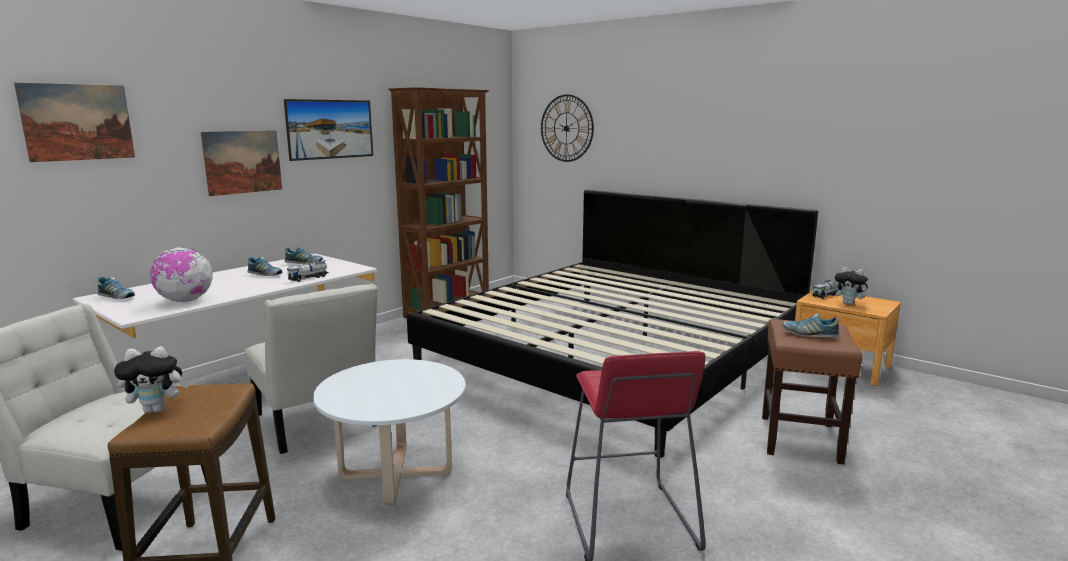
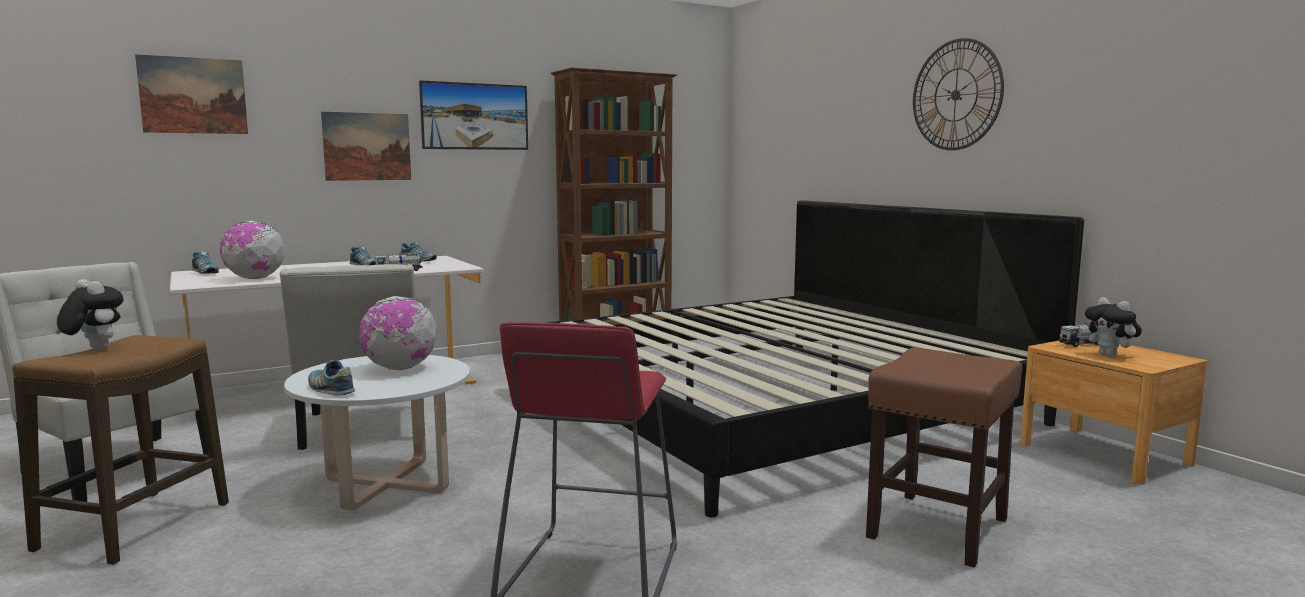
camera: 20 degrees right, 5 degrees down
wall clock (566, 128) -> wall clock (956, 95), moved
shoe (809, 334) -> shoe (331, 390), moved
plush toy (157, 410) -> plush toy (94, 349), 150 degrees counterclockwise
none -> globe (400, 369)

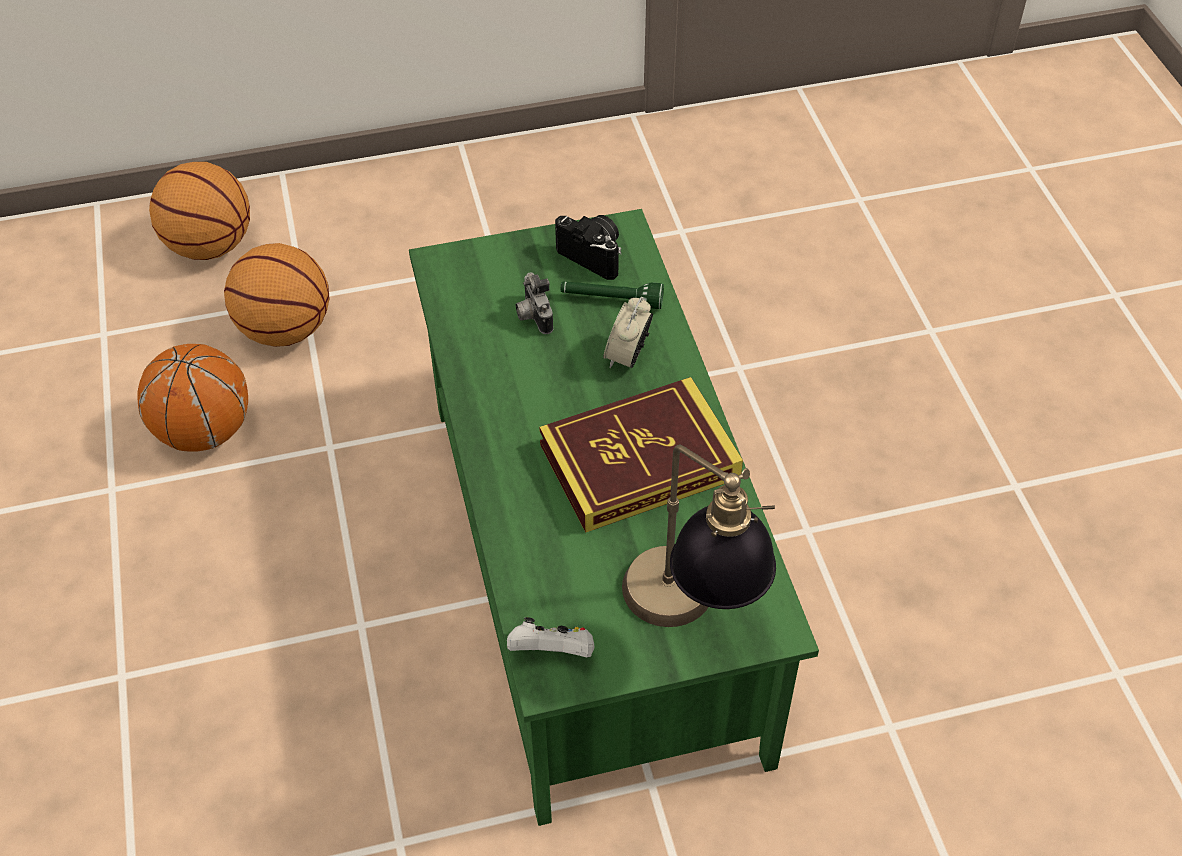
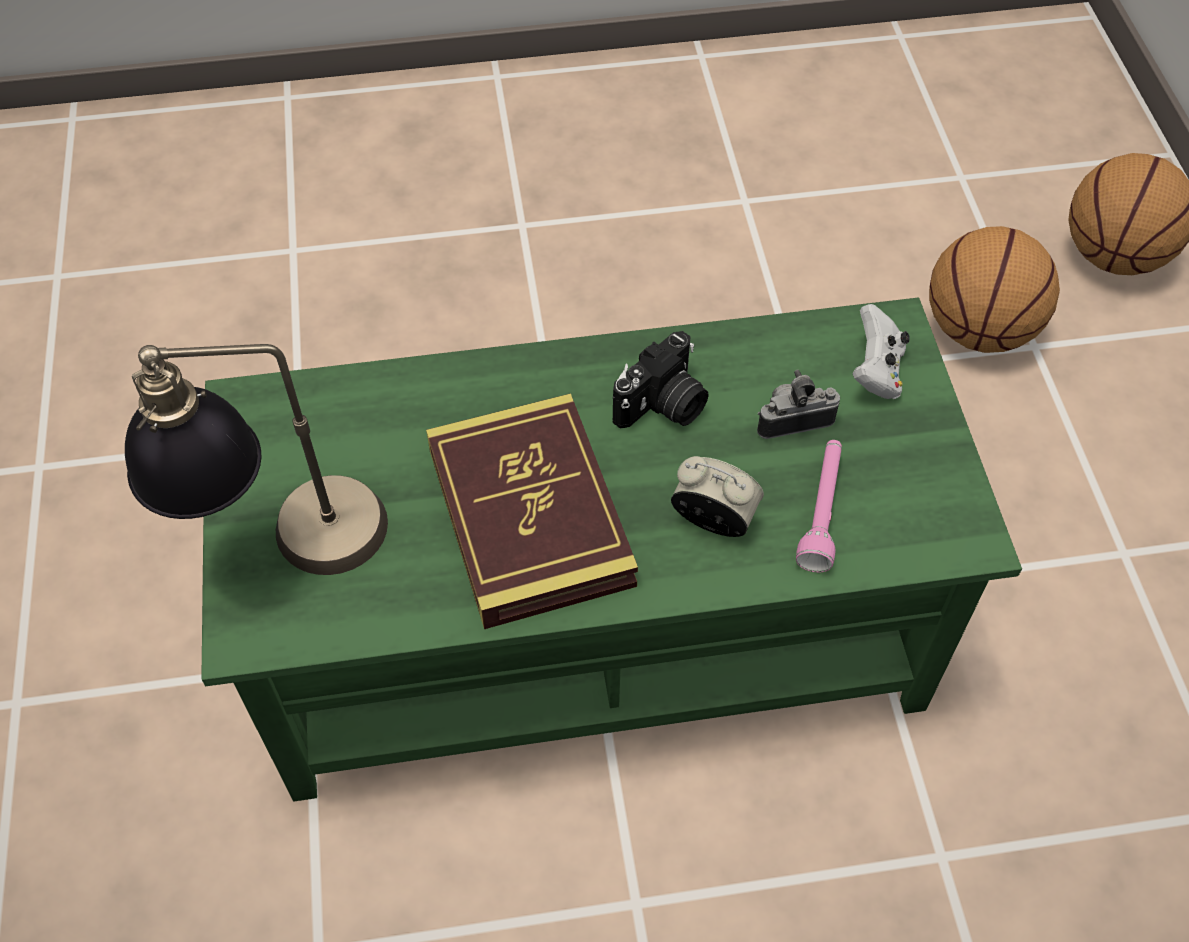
camera: 95 degrees right, 5 degrees up
photo camera (594, 255) -> photo camera (663, 406), moved
flashlight (green) (611, 300) -> flashlight (pink) (822, 511)
basketball (204, 432) -> none
game controller (white) (552, 652) -> game controller (white) (876, 372), moved

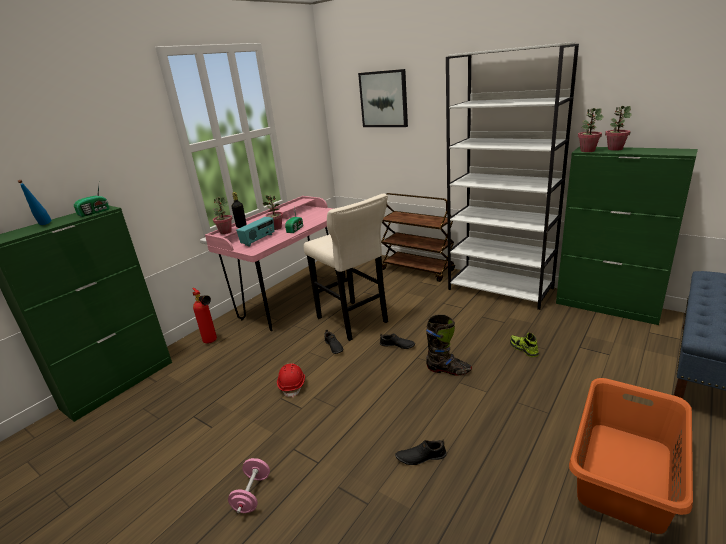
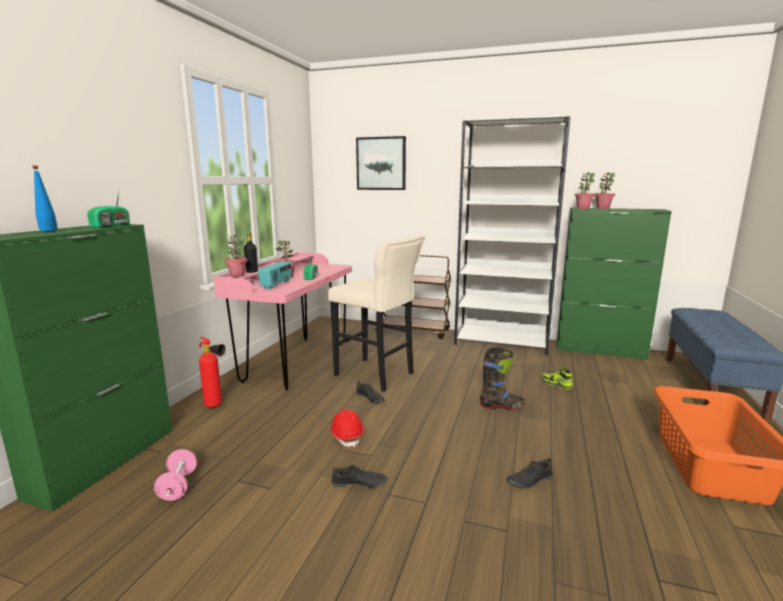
camera: 20 degrees left, 10 degrees down
shoe (black) (397, 345) -> shoe (black) (358, 483), moved
dumbbell (pink) (252, 494) -> dumbbell (pink) (178, 486), moved

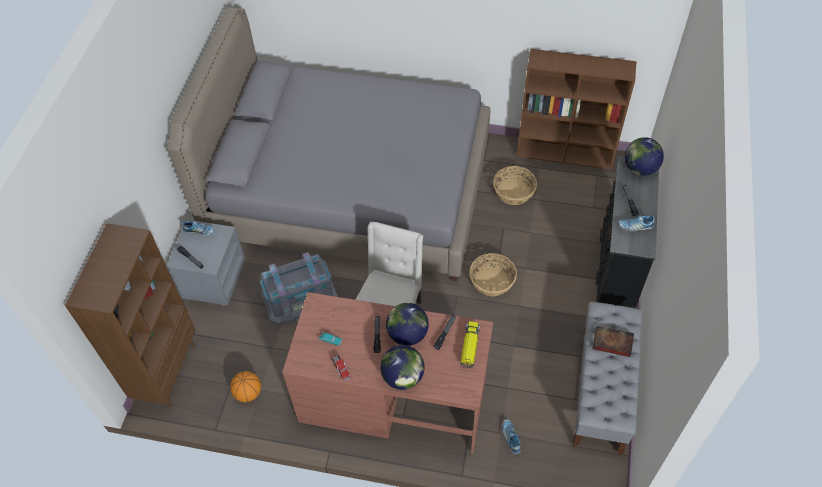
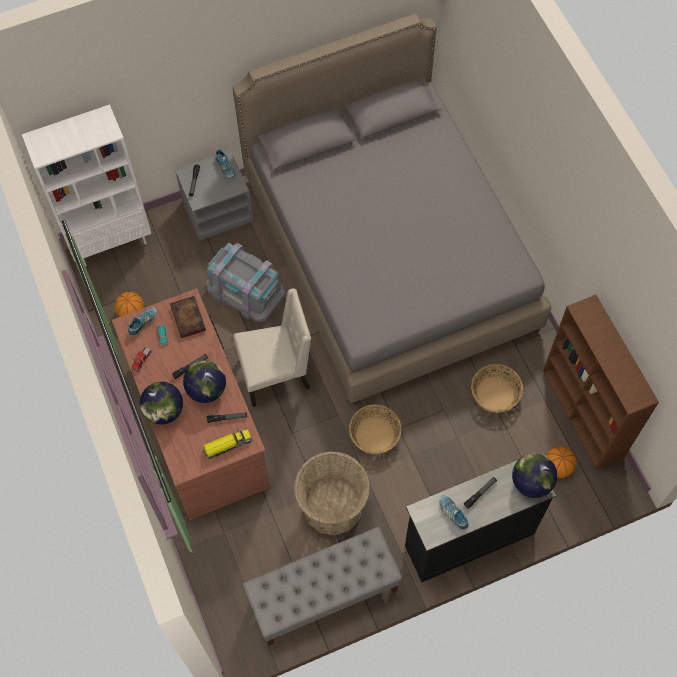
camera: 55 degrees right, 10 degrees up
bookcase (brown) (167, 371) -> bookcase (white) (111, 241)
book (611, 342) -> book (187, 317), moved
shoe (510, 437) -> shoe (143, 323), moved
none -> basketball (557, 467)
none -> basket (332, 506)

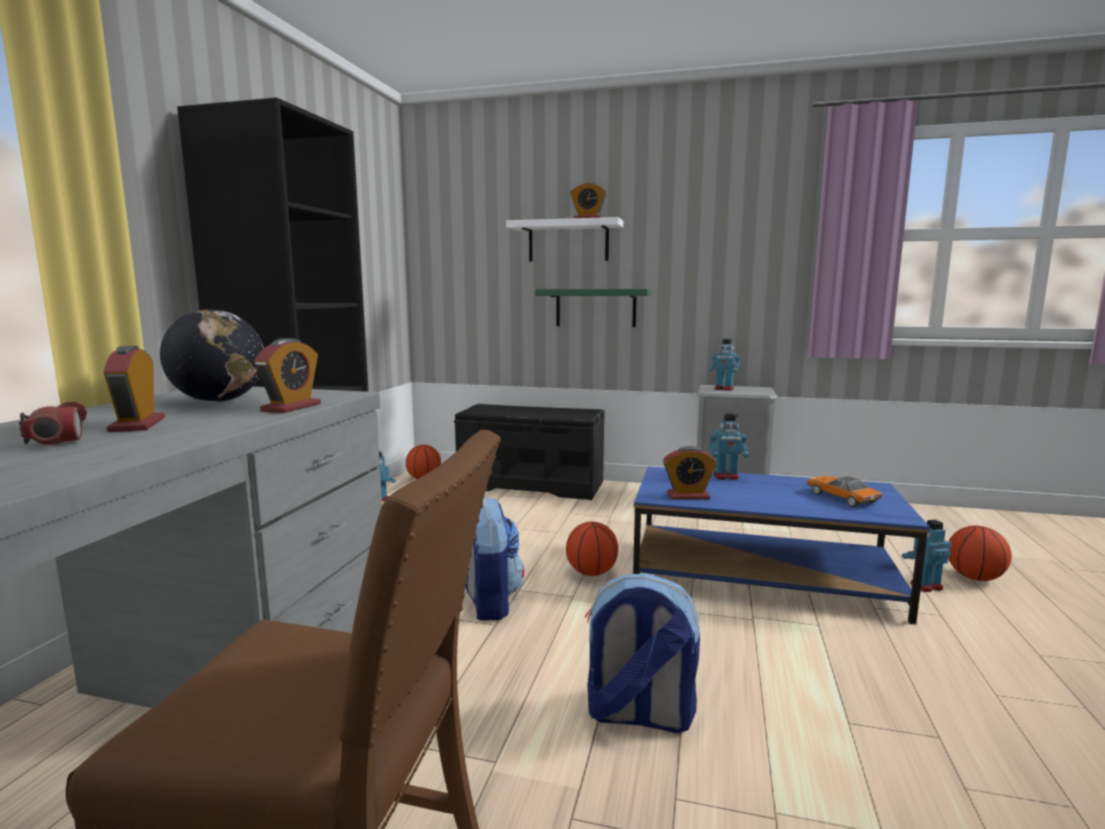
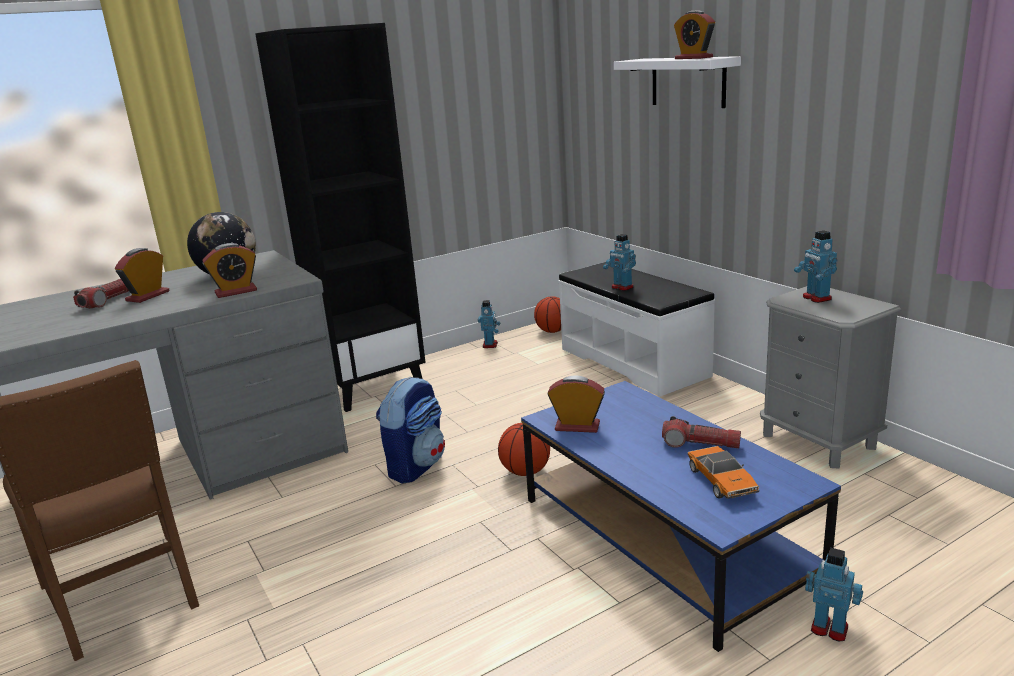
camera: 45 degrees right, 10 degrees up
shelf (green) (595, 307) -> none
bench (black) (531, 484) -> bench (white) (634, 362)
toy robot (726, 476) -> toy robot (622, 287), moved
alarm clock (688, 496) -> alarm clock (577, 426), 150 degrees clockwise
toy car (841, 497) -> toy car (722, 481), 150 degrees clockwise
basketball (974, 578) -> none
backpack (638, 715) -> none
none -> flashlight (700, 444)

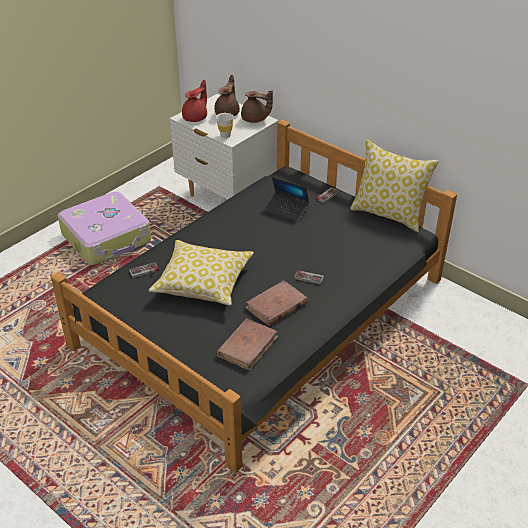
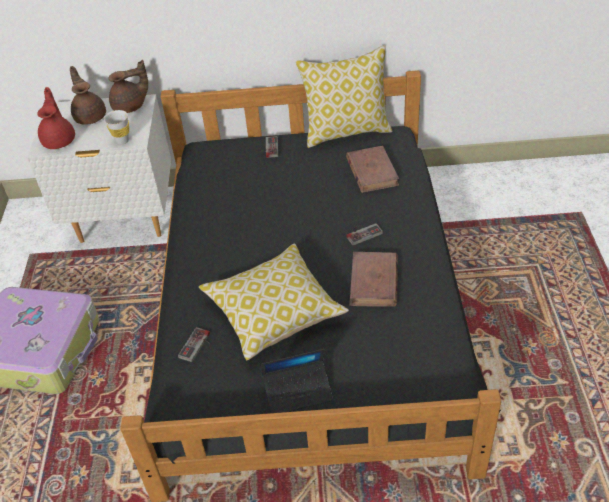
camera: 40 degrees left, 5 degrees up
laptop (287, 210) -> laptop (298, 392), moved
book (brown) (247, 346) -> book (brown) (372, 171), moved

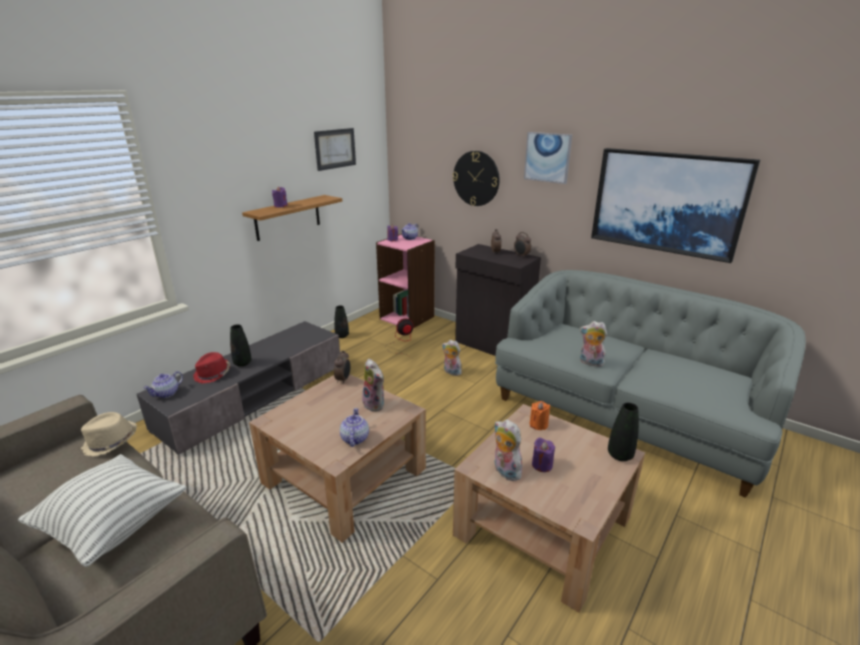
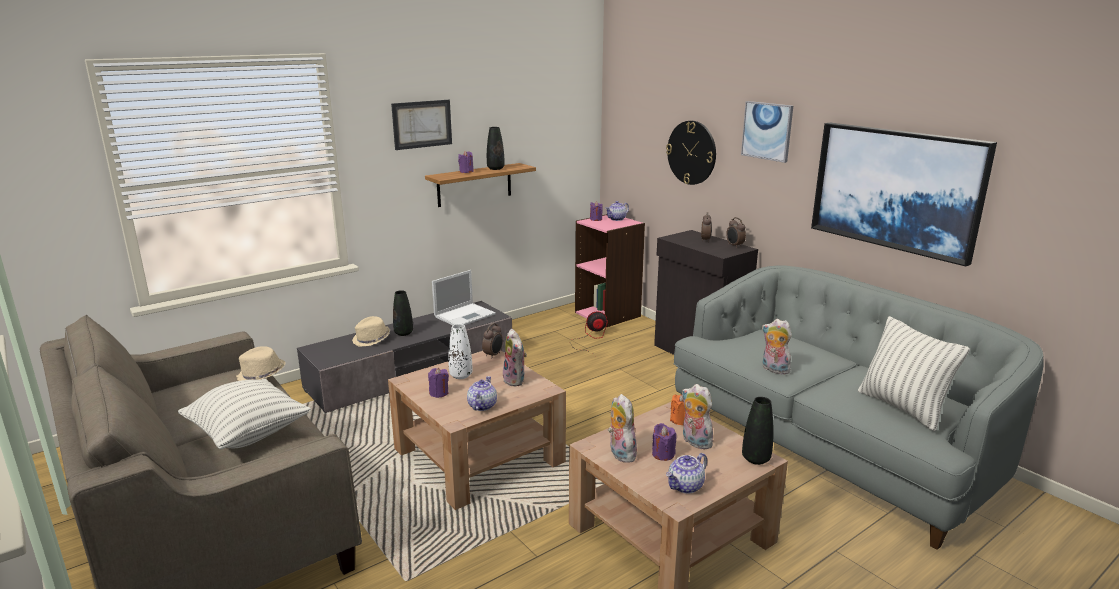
camera: 15 degrees right, 5 degrees down
picture (335, 149) -> picture (422, 124), moved
vase (black) (342, 336) -> vase (black) (495, 168), moved
plush toy (451, 372) -> plush toy (694, 442), moved
hat (red) (213, 374) -> hat (beige) (372, 340)
teapot (166, 393) -> teapot (685, 486), moved
none -> laptop (465, 315)
none -> pillow (902, 408)
none -> vase (white) (461, 375)
none -> candle (purple) (439, 393)

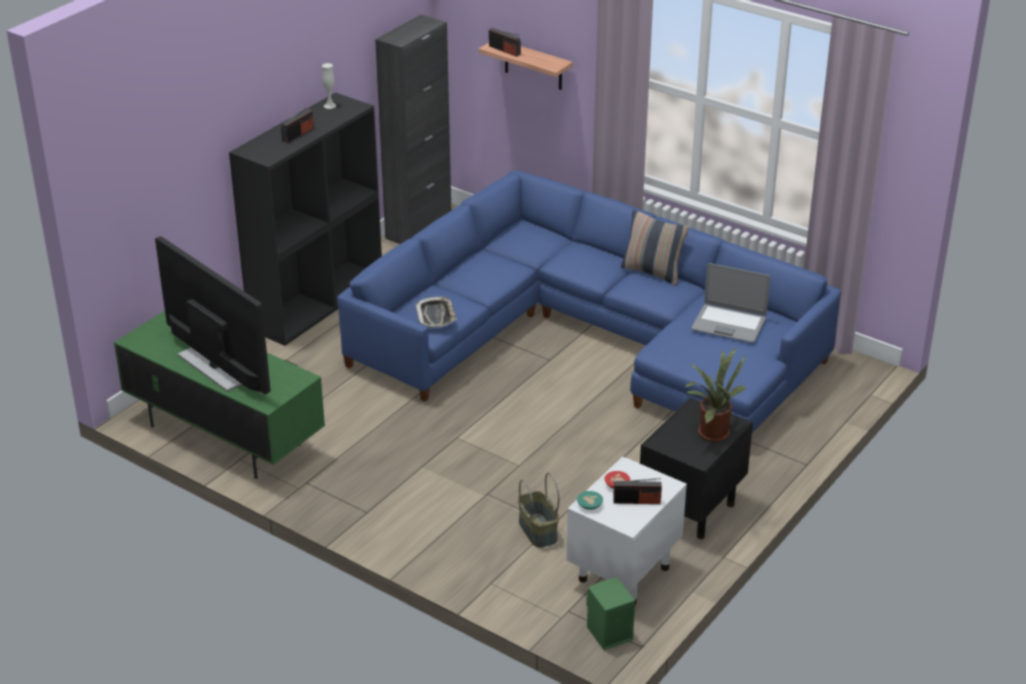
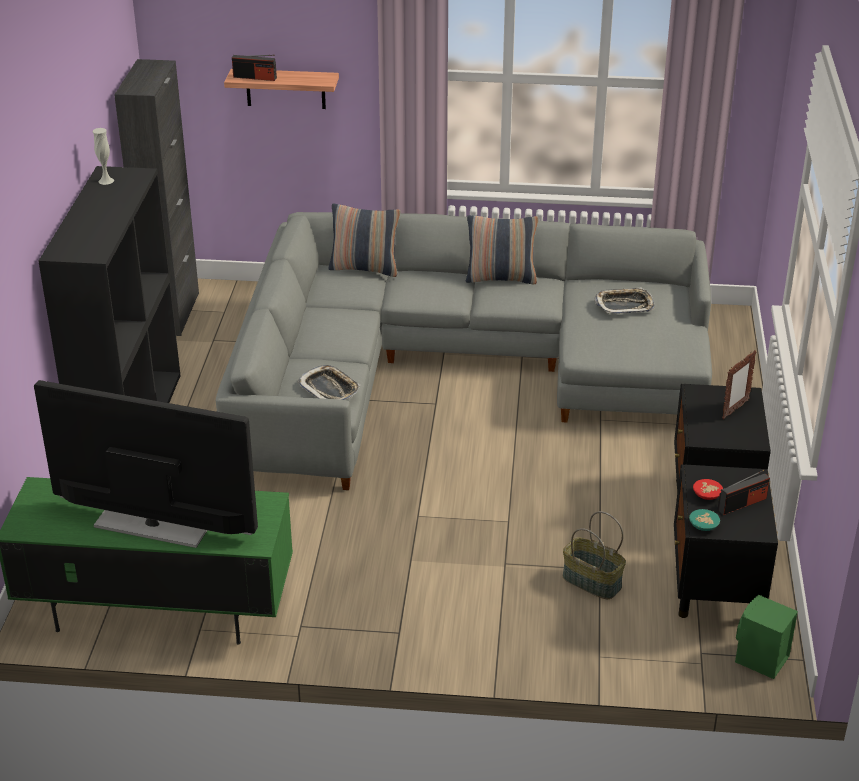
camera: 30 degrees left, 0 degrees up
radio (298, 134) -> none
sofa (blue) (591, 339) -> sofa (grey) (456, 369)
laptop (728, 324) -> tray (624, 305)
potted plant (711, 431) -> picture frame (735, 410)
nightstand (white) (623, 574) -> nightstand (black) (715, 593)
none -> pillow (364, 268)

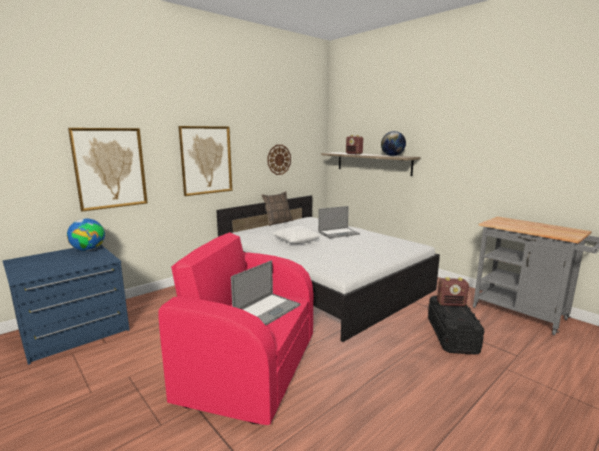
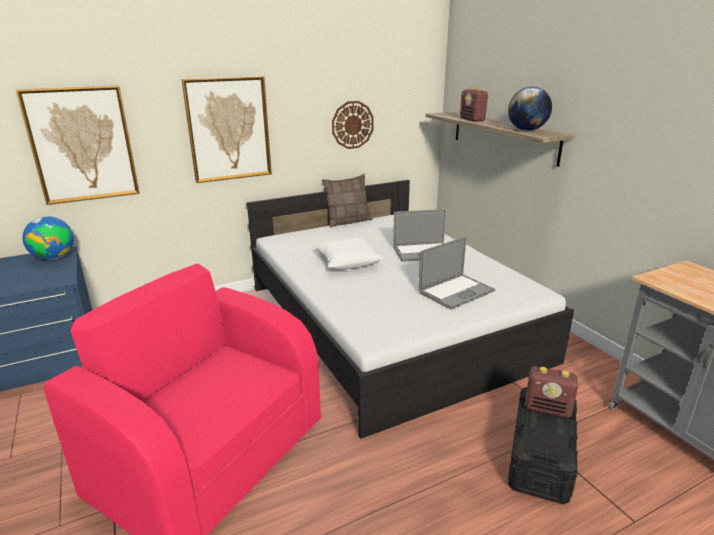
camera: 15 degrees right, 10 degrees up
laptop (267, 310) -> laptop (456, 292), moved

